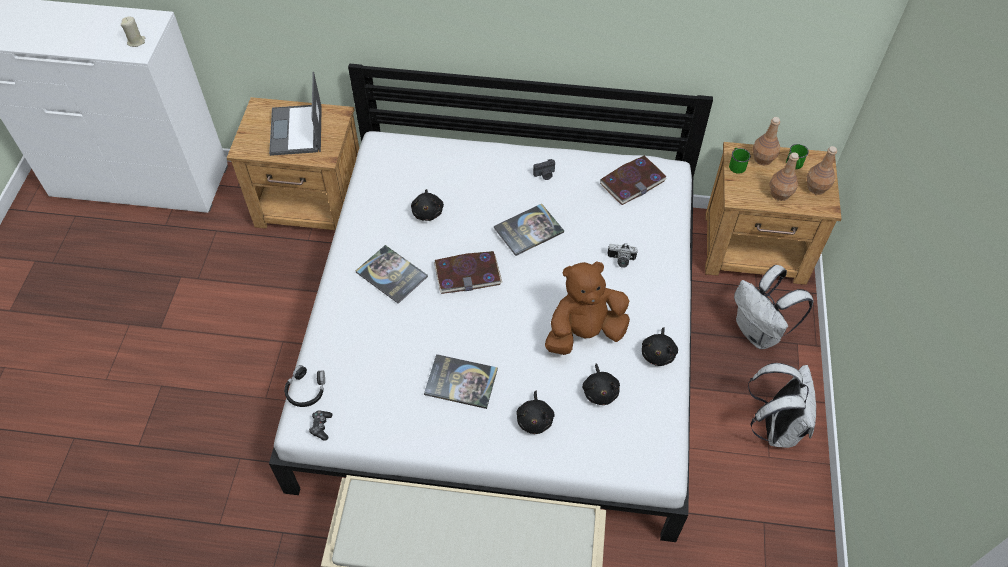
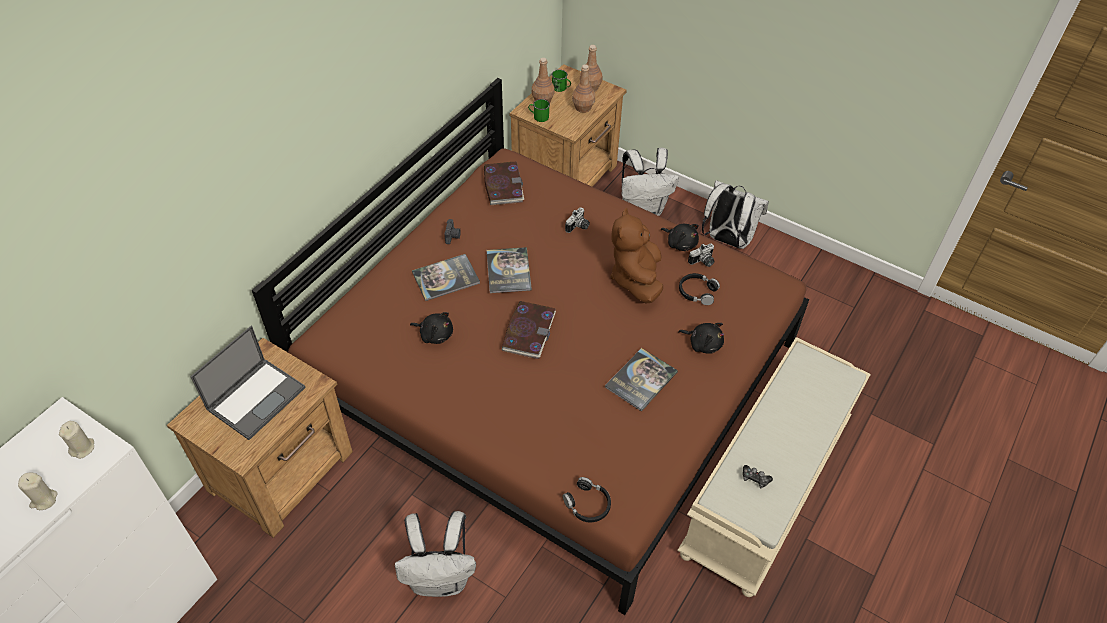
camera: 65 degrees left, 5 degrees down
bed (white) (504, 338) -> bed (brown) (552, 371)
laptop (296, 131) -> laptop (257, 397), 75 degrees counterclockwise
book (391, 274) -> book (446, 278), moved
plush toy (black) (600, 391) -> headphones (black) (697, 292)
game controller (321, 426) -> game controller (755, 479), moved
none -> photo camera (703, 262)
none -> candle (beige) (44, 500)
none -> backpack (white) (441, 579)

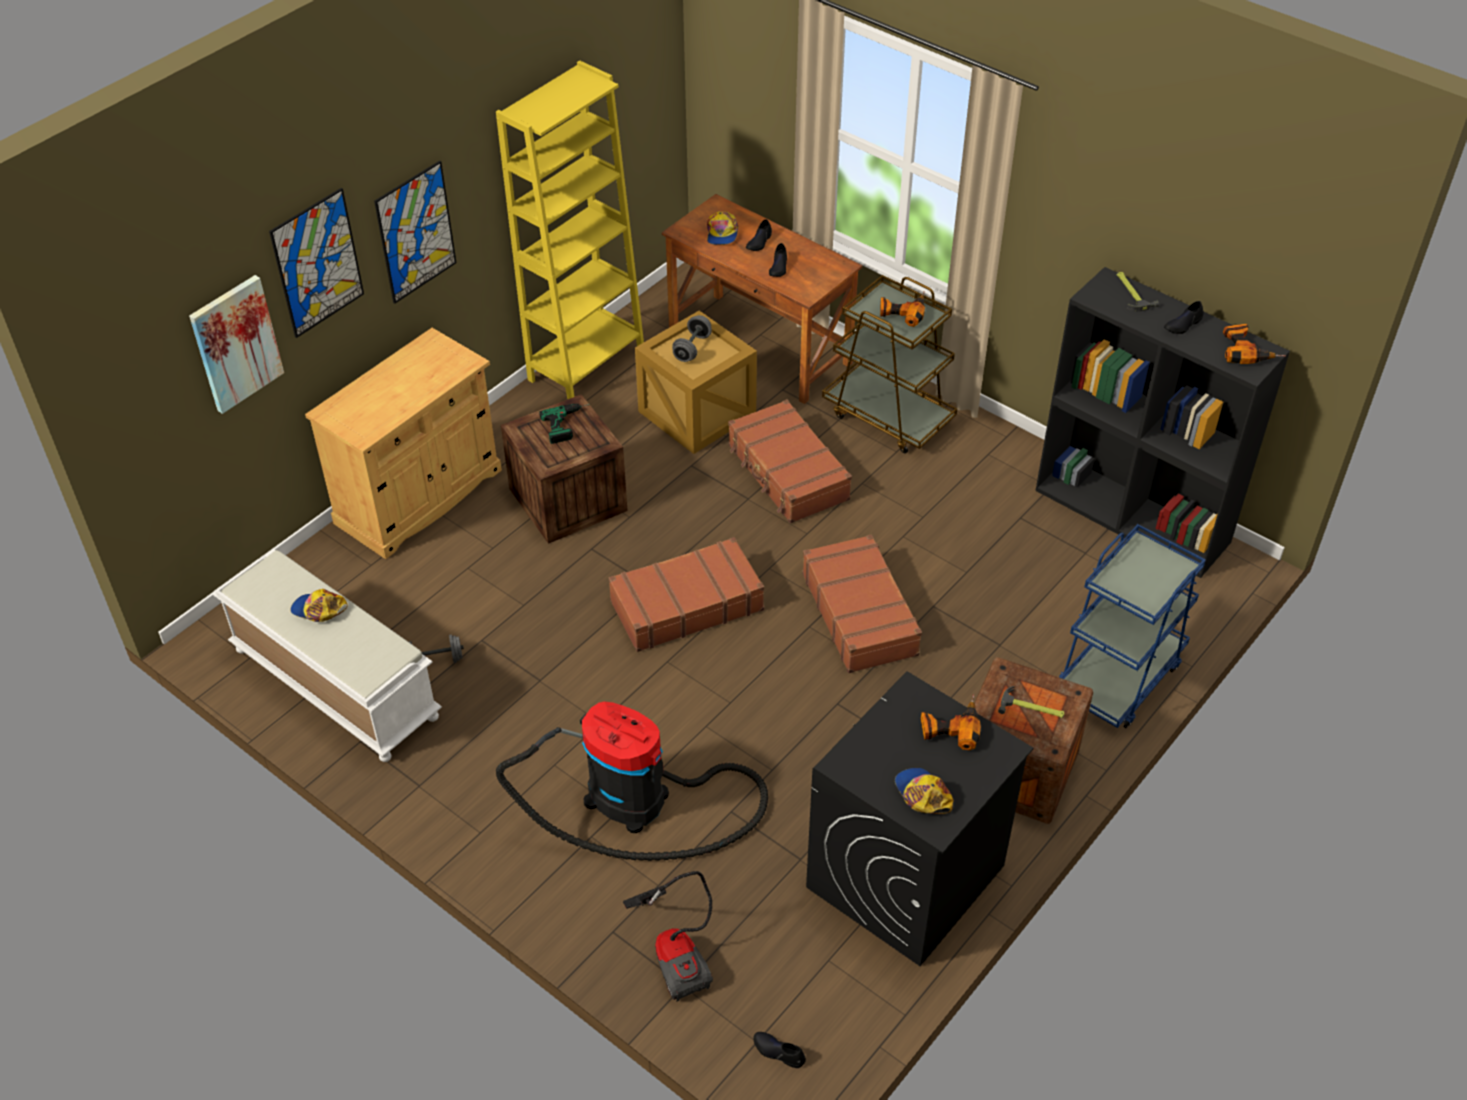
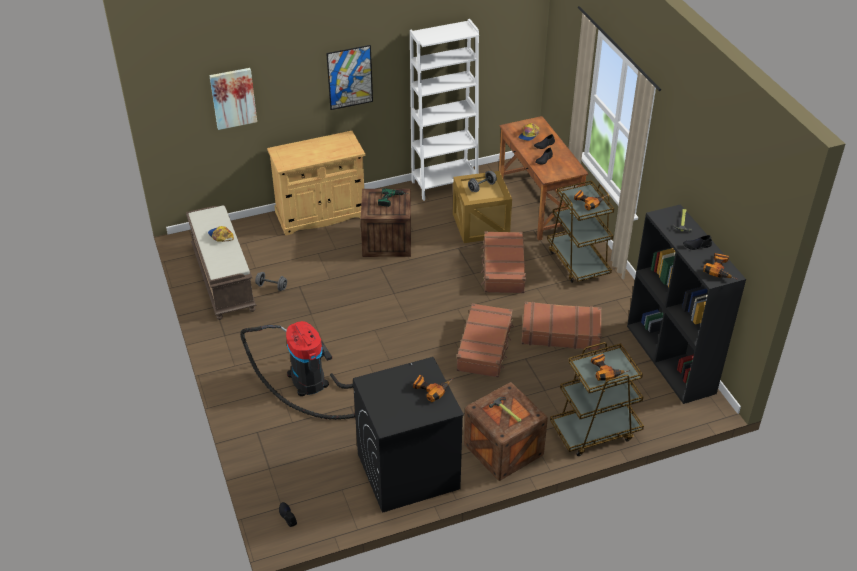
camera: 30 degrees right, 5 degrees down
bookcase (yellow) (586, 366) -> bookcase (white) (444, 184)
picture (317, 263) -> none
cart (blue) (1118, 677) -> cart (brown) (595, 431)
suitcase (brown) (686, 605) -> suitcase (brown) (560, 332), moved
bench (white) (333, 684) -> bench (brown) (222, 278)
cap (922, 794) -> none
vacuum cleaner (677, 953) -> none
none -> power drill (606, 370)

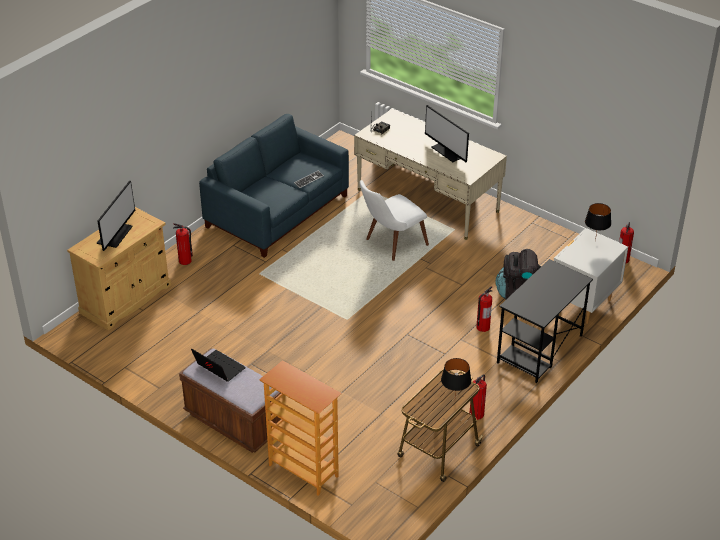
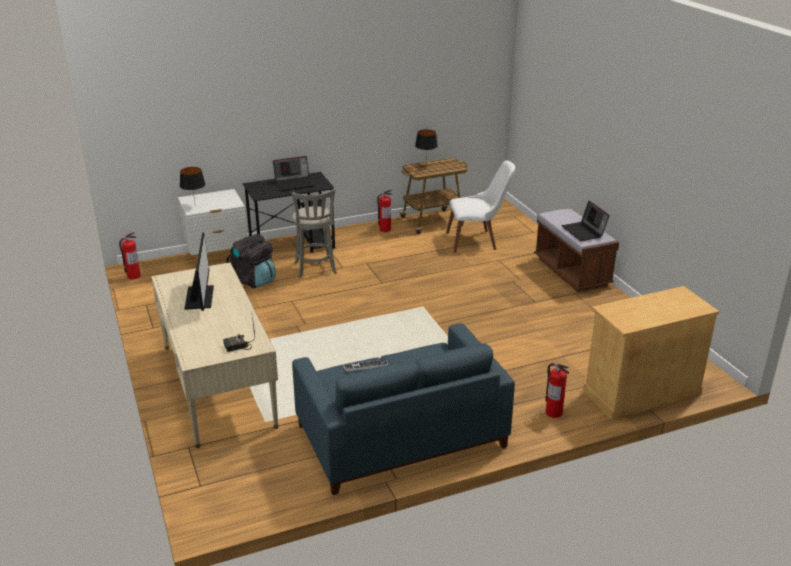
camera: 150 degrees left, 10 degrees down
chair (white) (390, 245) -> chair (white) (478, 240), moved
monitor (115, 235) -> none
fire extinguisher (482, 327) -> stool (grey) (315, 269)
bookcase (302, 471) -> none
none -> laptop (295, 183)

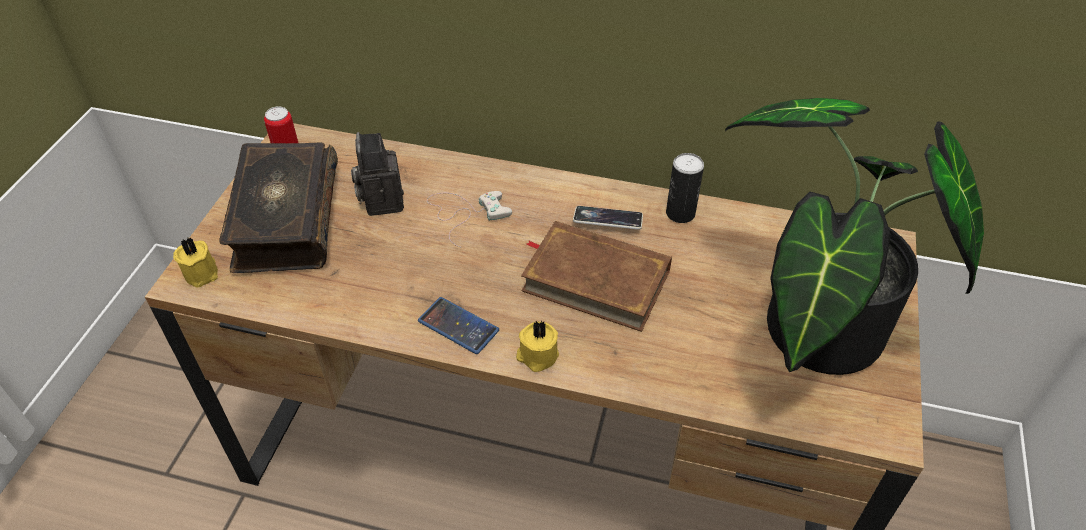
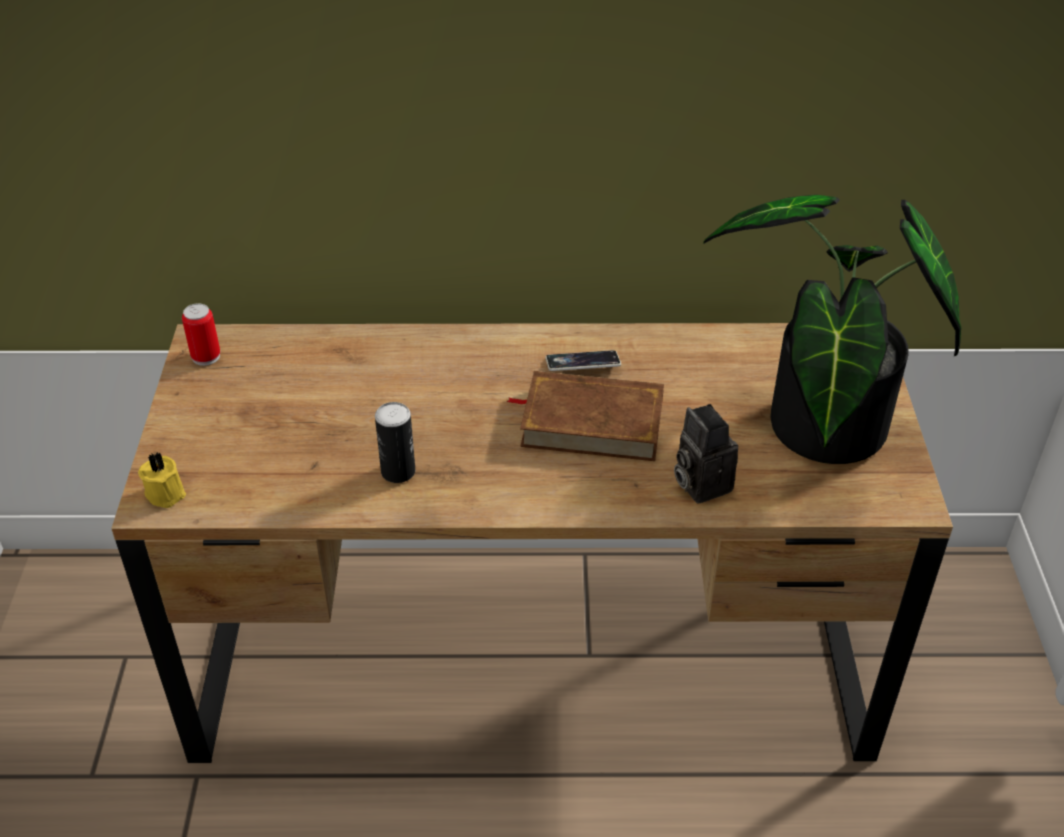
camera: 15 degrees left, 5 degrees down
photo camera (381, 200) -> photo camera (699, 483), moved
book (285, 220) -> none
can (680, 213) -> can (398, 471), moved
game controller (white) (465, 213) -> none
phone (458, 326) -> none
candle (yellow) (537, 356) -> none

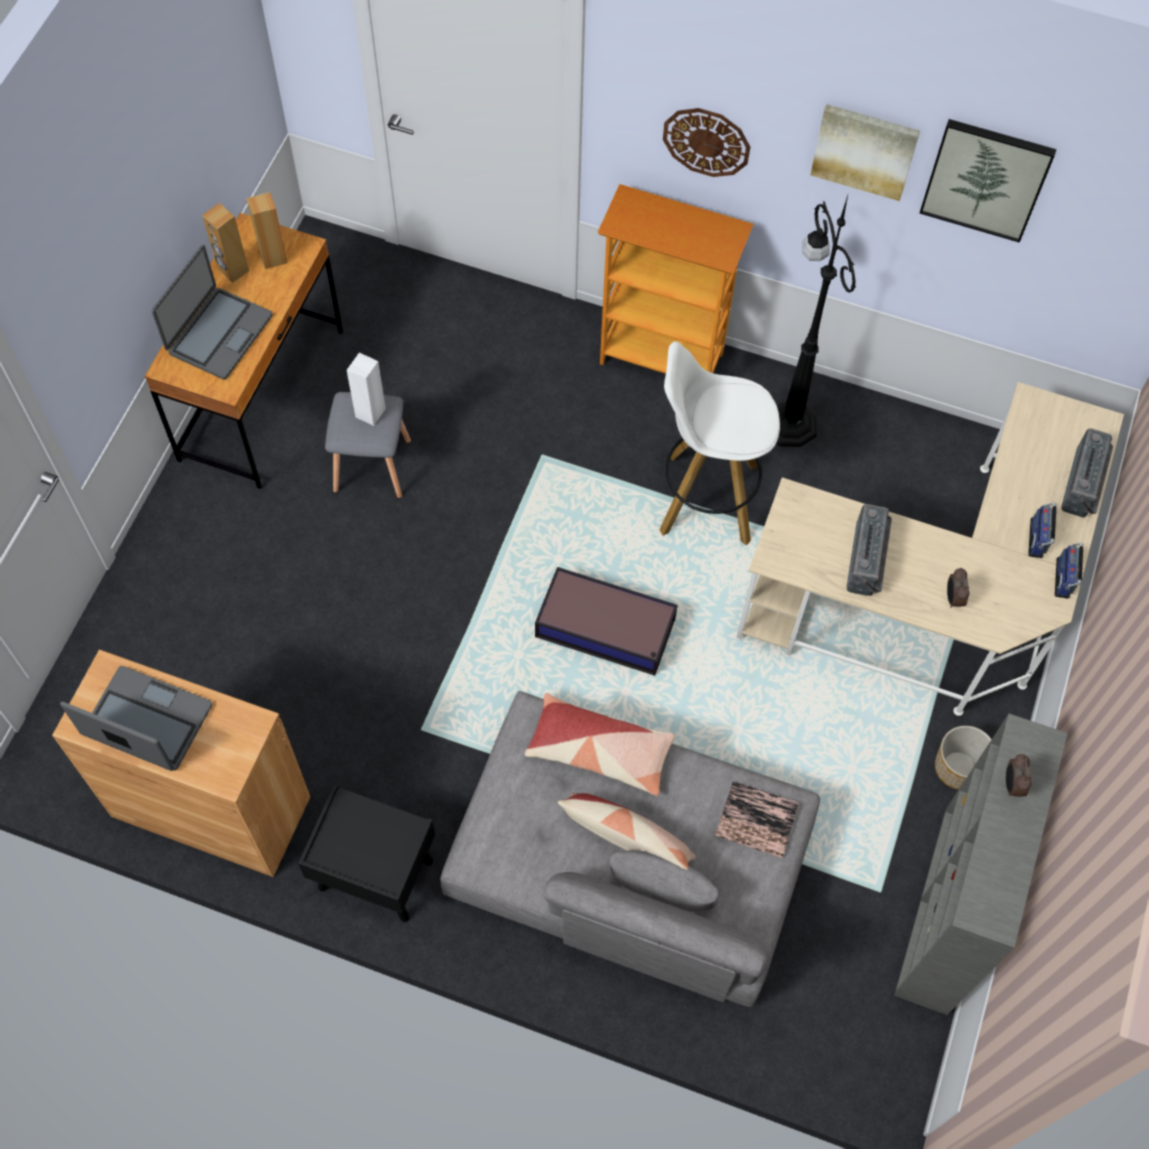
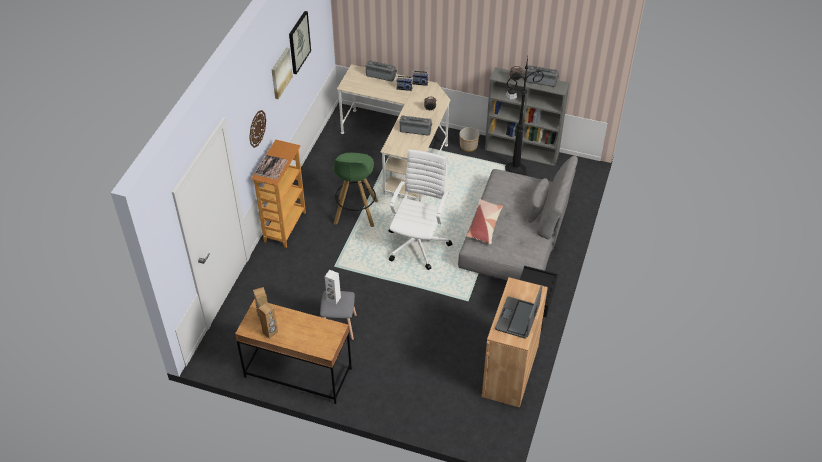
camera: 90 degrees left, 15 degrees down
floor lamp (black) (790, 422) -> floor lamp (black) (514, 170), moved
laptop (219, 334) -> none
stool (white) (705, 498) -> stool (green) (356, 213)
storage box (606, 630) -> office chair (white) (418, 243)
book (756, 820) -> book (271, 167), moved
pillow (626, 840) -> none
none -> radio (541, 80)

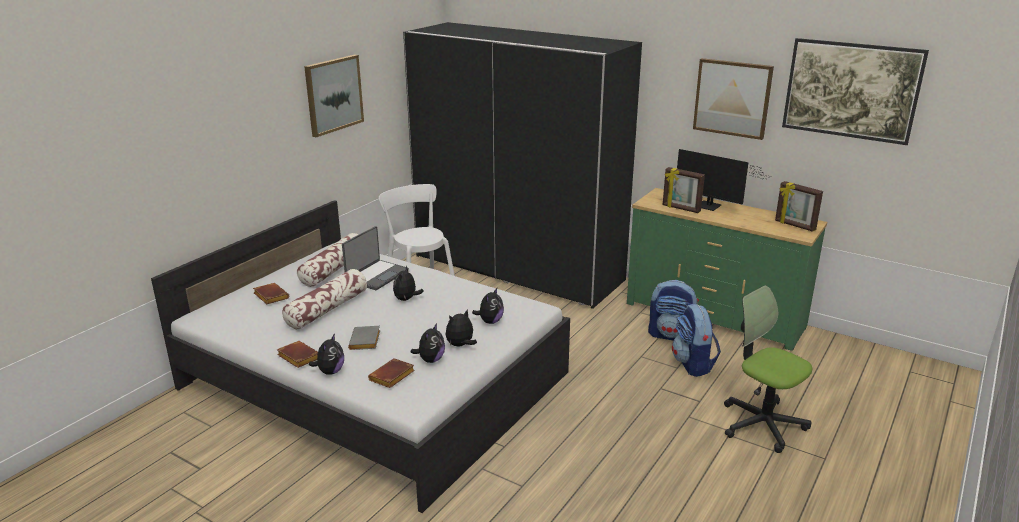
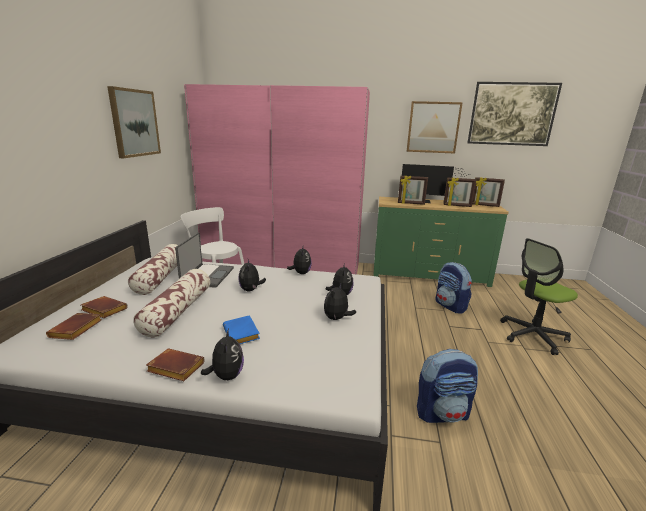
camera: 25 degrees left, 5 degrees down
wardrobe (black) (517, 268) -> wardrobe (pink) (283, 267)
backpack (671, 335) -> backpack (442, 413), moved
office chair (762, 424) -> office chair (532, 335), 45 degrees counterclockwise
plush toy (430, 360) -> plush toy (300, 273), moved
book (grey) (366, 342) -> book (blue) (242, 334)
book (brown) (392, 377) -> book (brown) (76, 330), moved
none -> picture frame (457, 206)

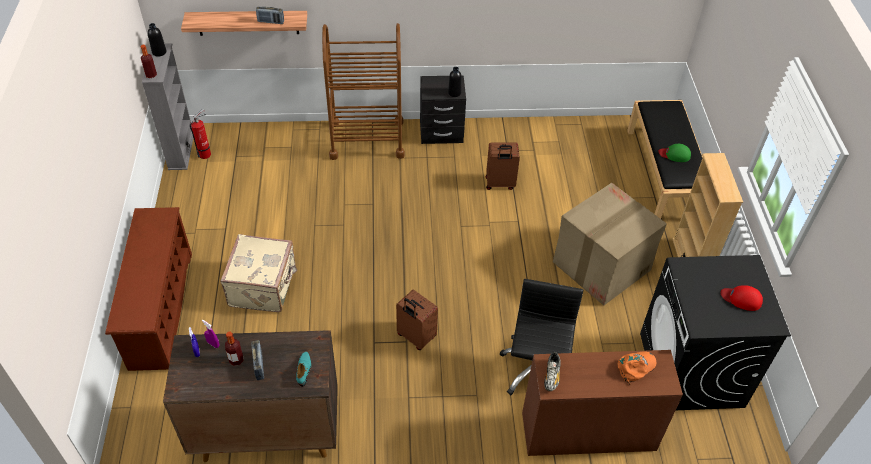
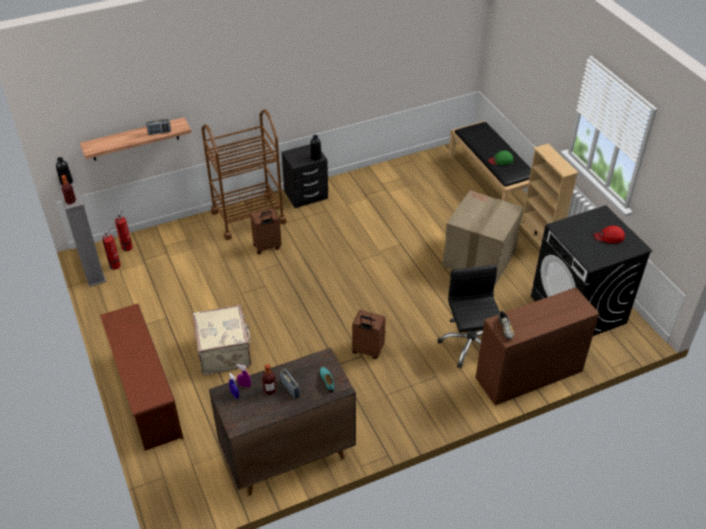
camera: 20 degrees left, 5 degrees down
suitcase (brown) (500, 184) -> suitcase (brown) (267, 247), moved
cap (orange) (636, 367) -> none
none -> fire extinguisher (127, 246)

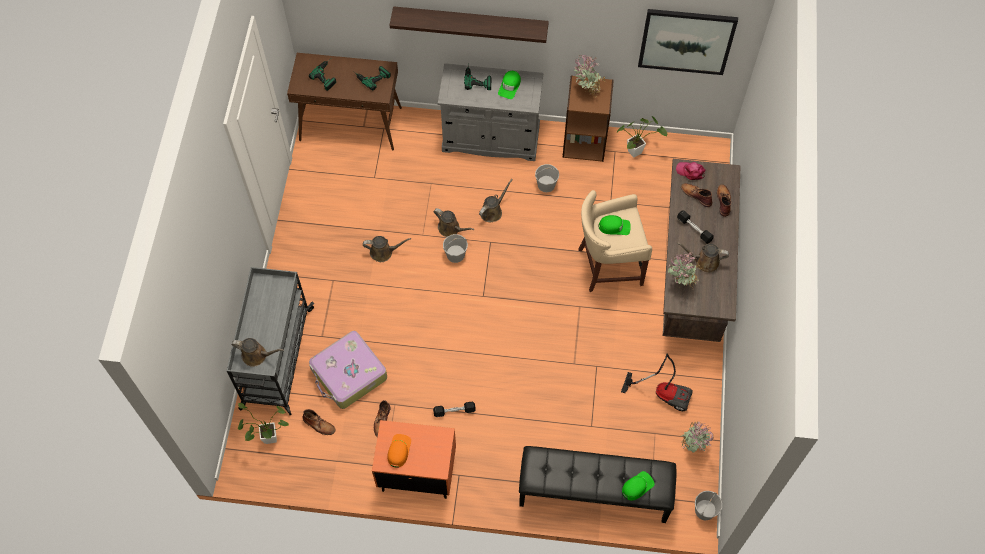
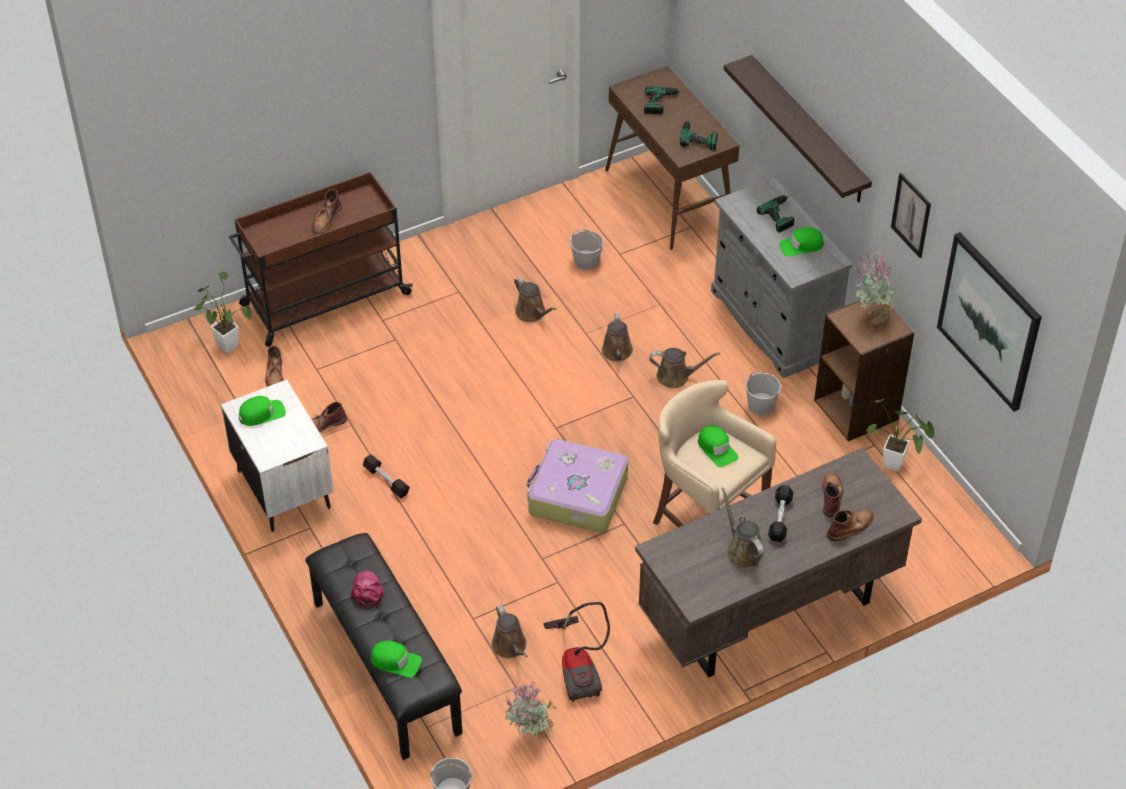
camera: 55 degrees right, 15 degrees down
cap (pink) (690, 171) -> cap (pink) (367, 591), moved
bucket (white) (456, 254) -> bucket (white) (587, 261), moved
potted plant (680, 283) -> none
cart (grey) (276, 359) -> cart (brown) (324, 300)
suitcase (349, 374) -> suitcase (576, 495), moved
watering can (brown) (257, 355) -> watering can (brown) (510, 647), moved
nightstand (orange) (417, 472) -> nightstand (white) (284, 489)
cap (orange) (399, 451) -> cap (green) (262, 413)
none -> picture (911, 215)
none -> boot (brown) (326, 219)

